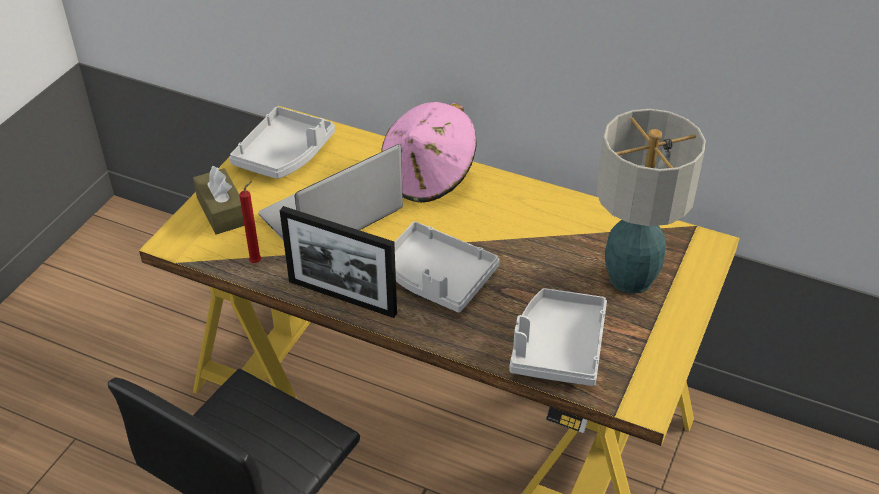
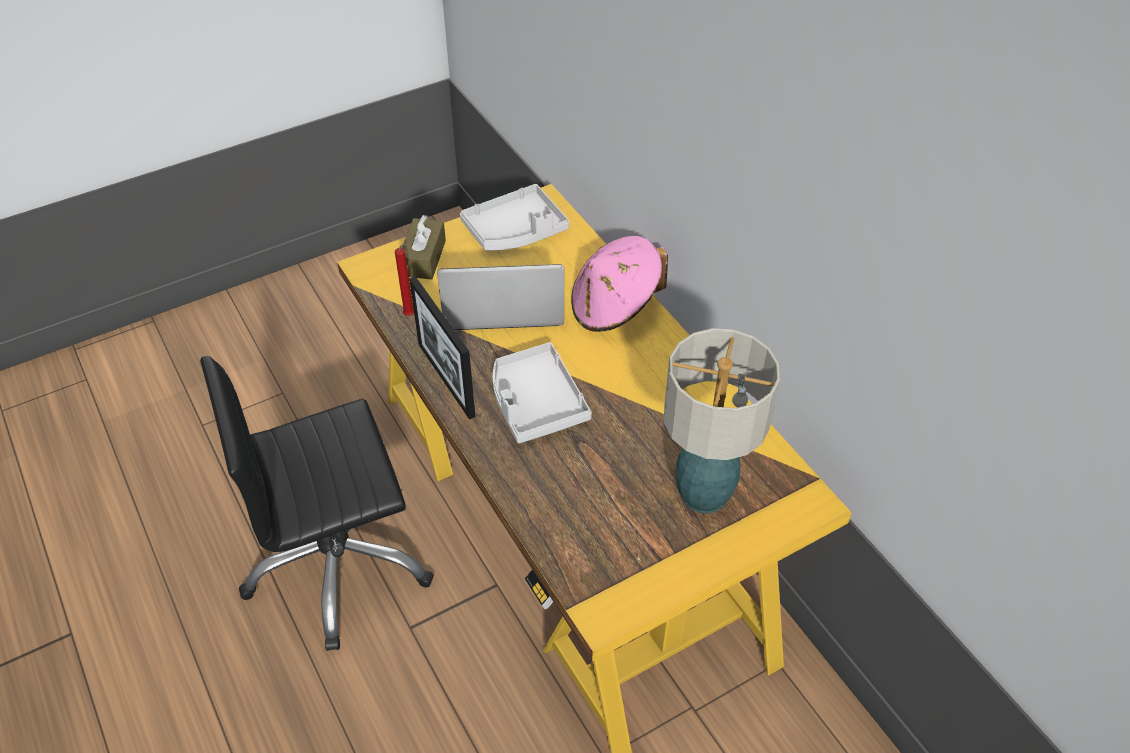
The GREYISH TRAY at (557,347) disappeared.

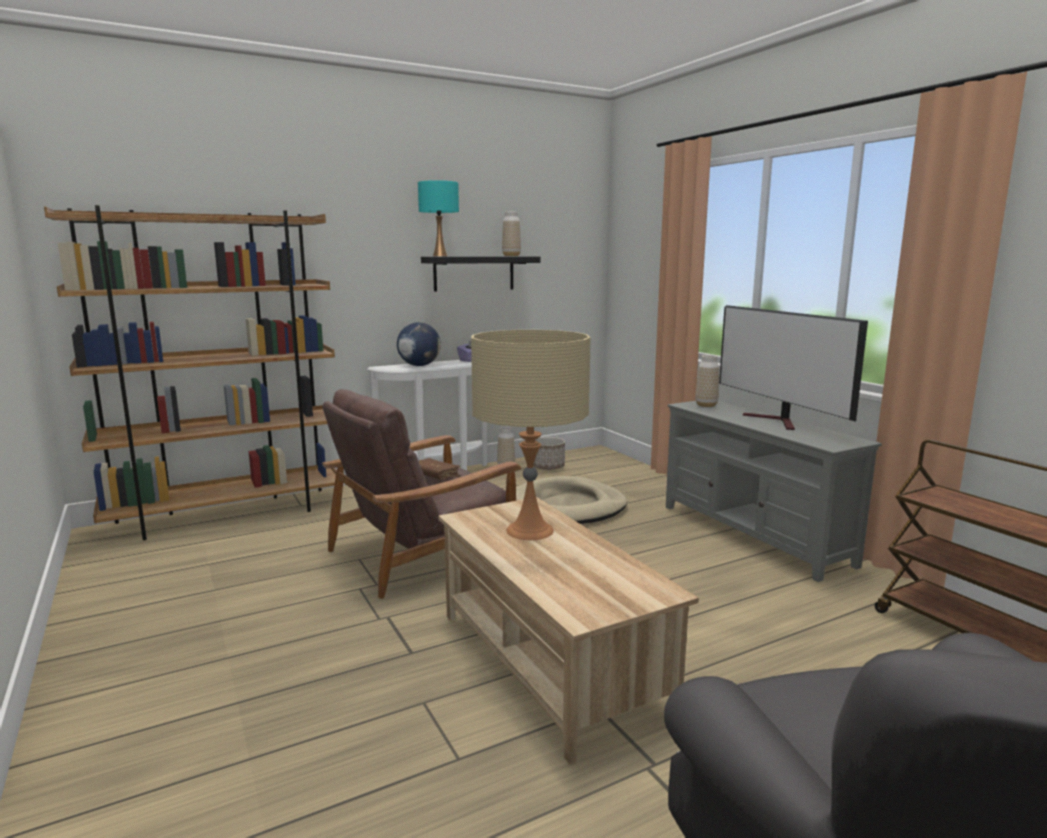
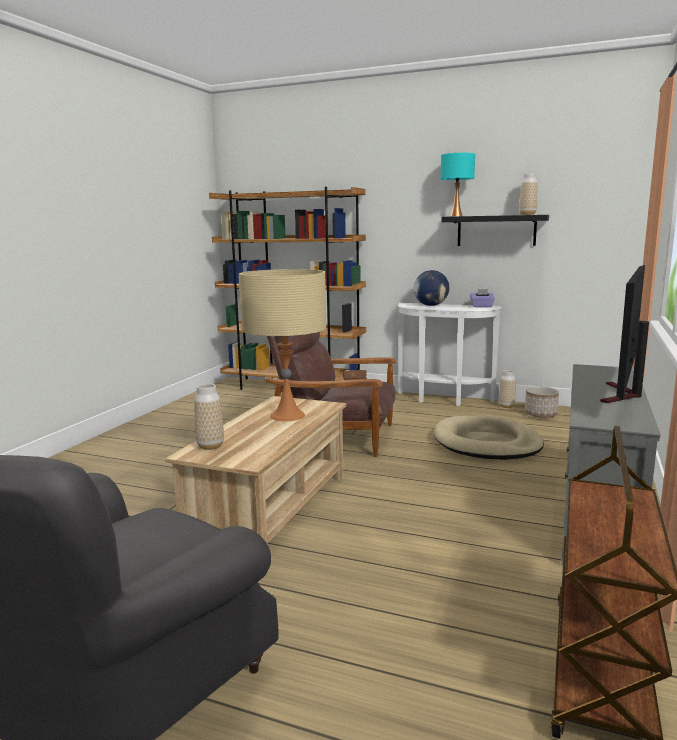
The DECORATIVE VASE moved from (706,405) to (210,446).

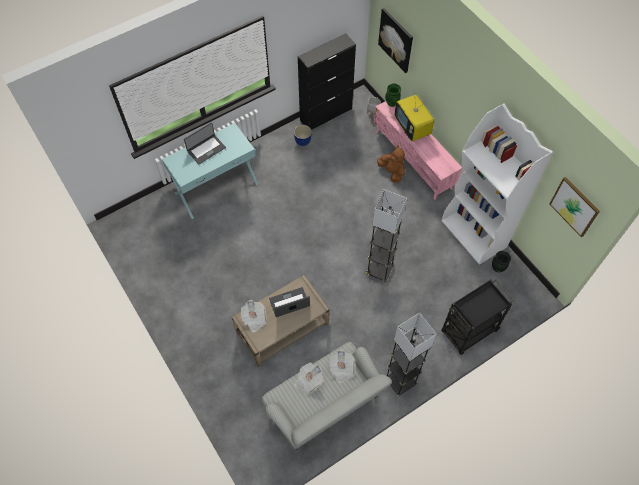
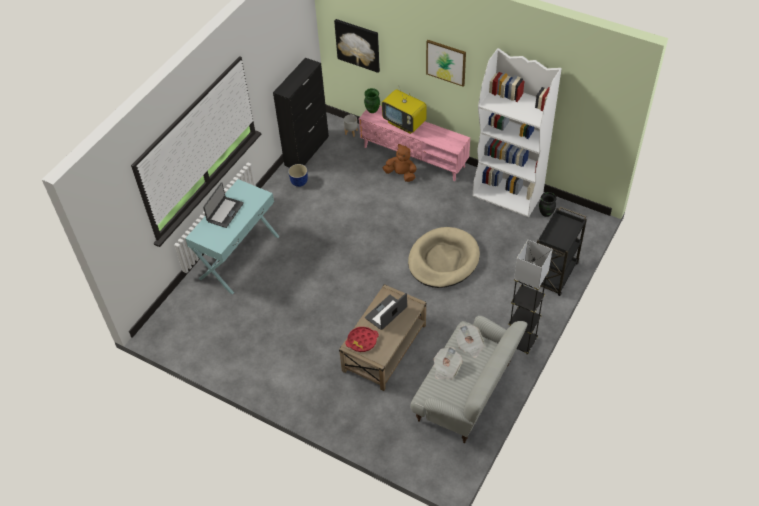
The WALL PICTURE moved from (574,206) to (446,62).
The NEWSPAPER at (254,319) was replaced by the REDDISH TRAY at (362,341).
The GREYISH STANDING LAMP at (379,270) was replaced by the BEIGE PET BED at (443,260).

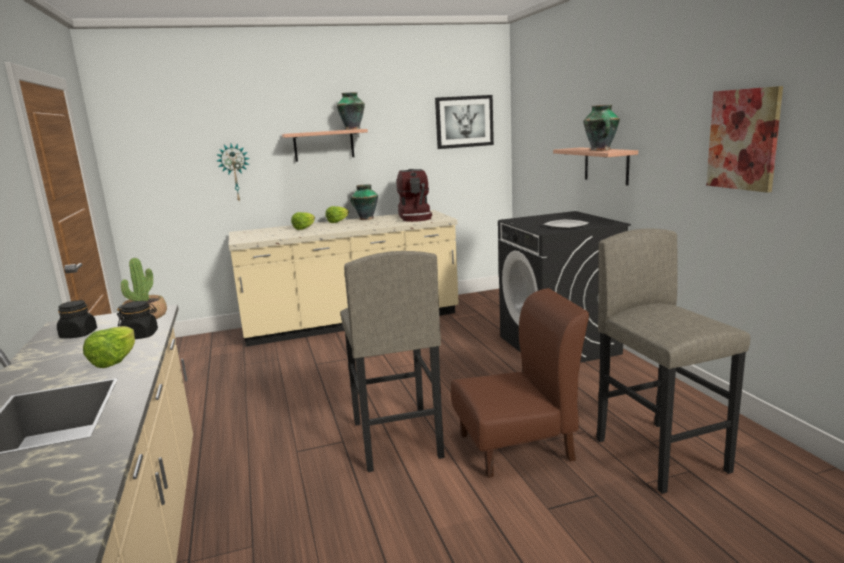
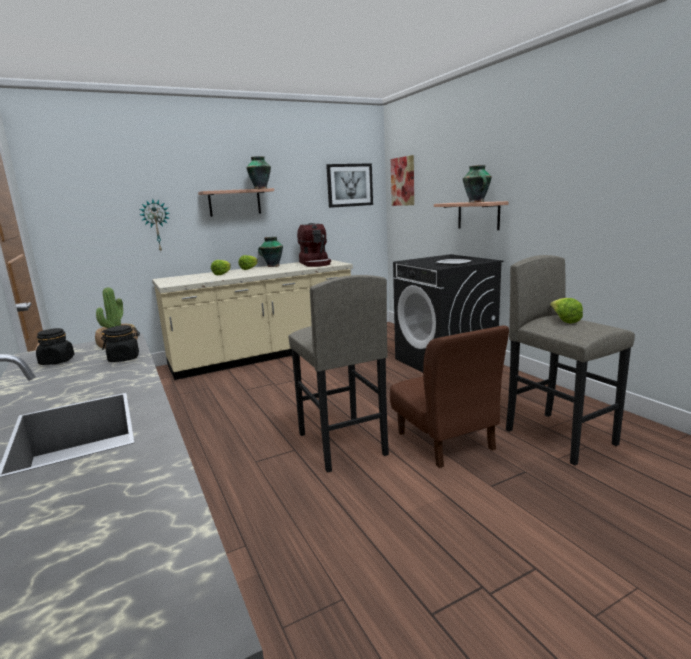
The LETTUCE HEAD moved from (115,360) to (564,320).
The WALL PICTURE moved from (743,139) to (403,181).
The BROWNISH UPRIGHT CHAIR at (516,447) turned 90 degrees clockwise.

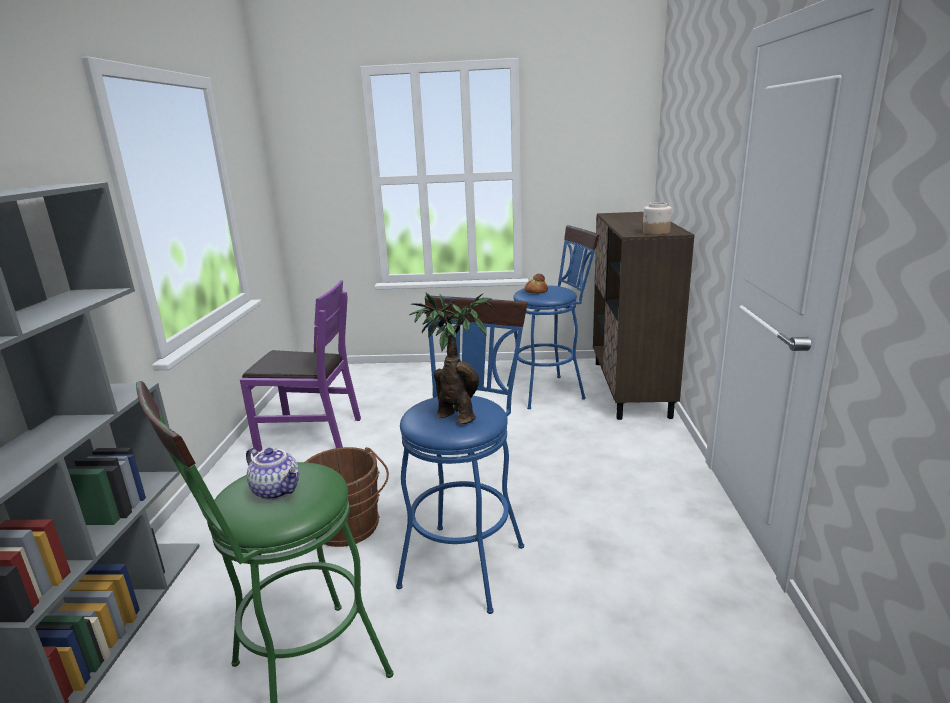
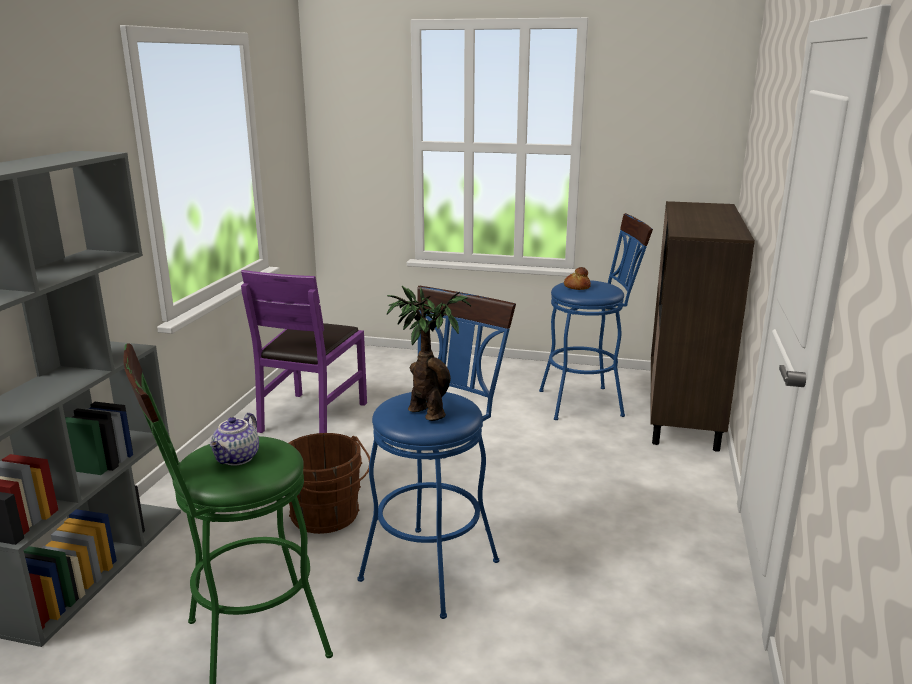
The PRESERVE JAR at (656,232) disappeared.
The PURPLE UPRIGHT CHAIR at (310,433) turned 90 degrees clockwise.
The TEAPOT at (277,490) turned 60 degrees clockwise.

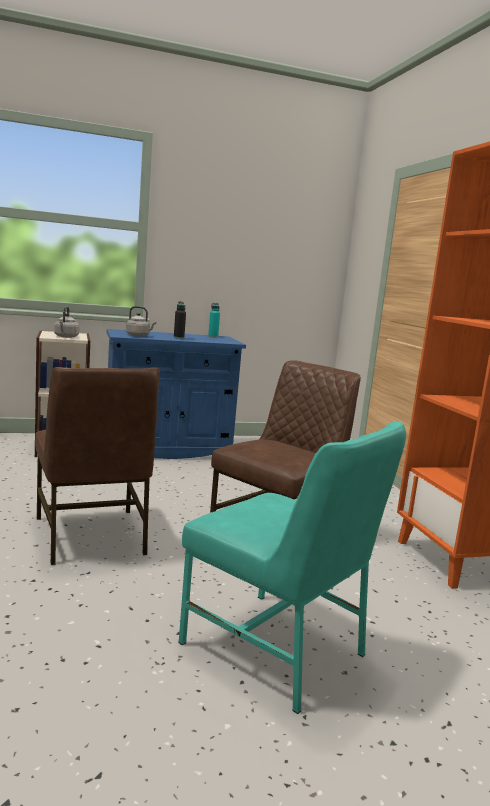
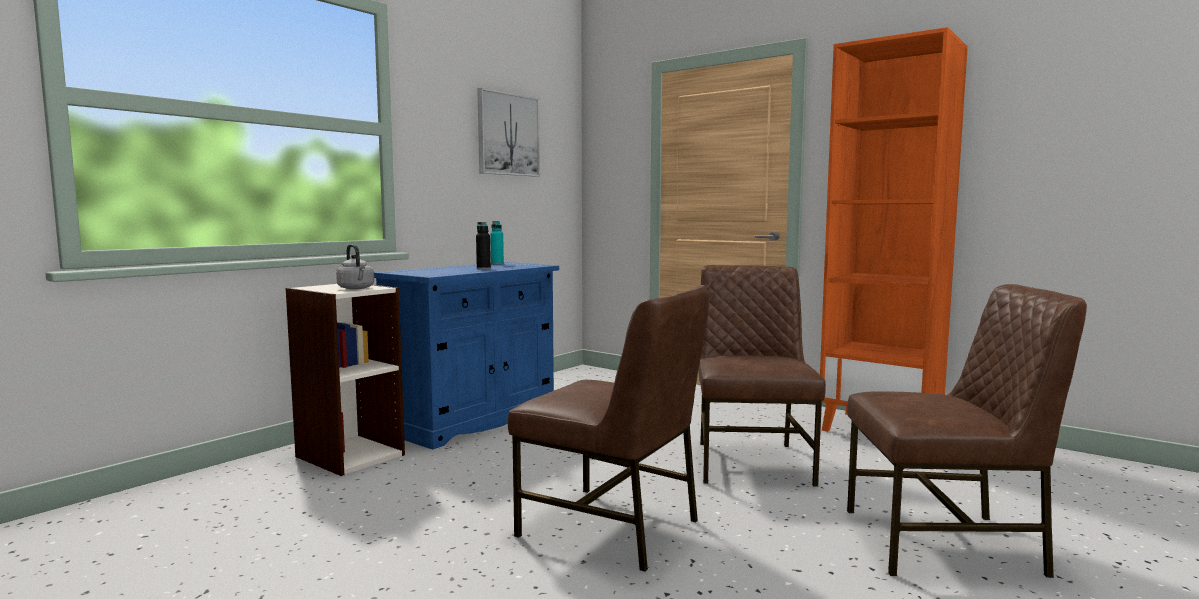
The GREYISH WATER KETTLE at (139,336) disappeared.
The WALL PICTURE at (508,134) appeared.
The TURQUOISE UPRIGHT CHAIR at (276,649) became the BROWNISH UPRIGHT CHAIR at (945,543).

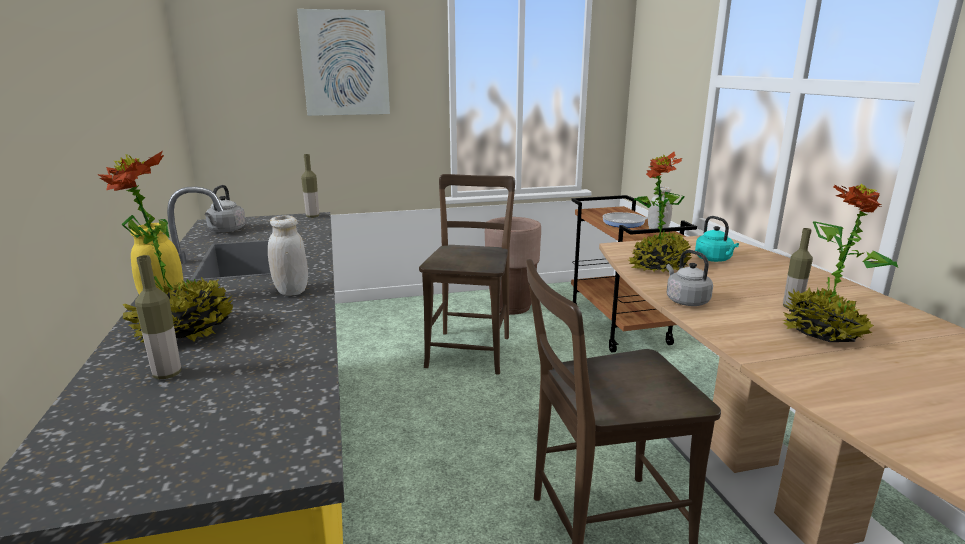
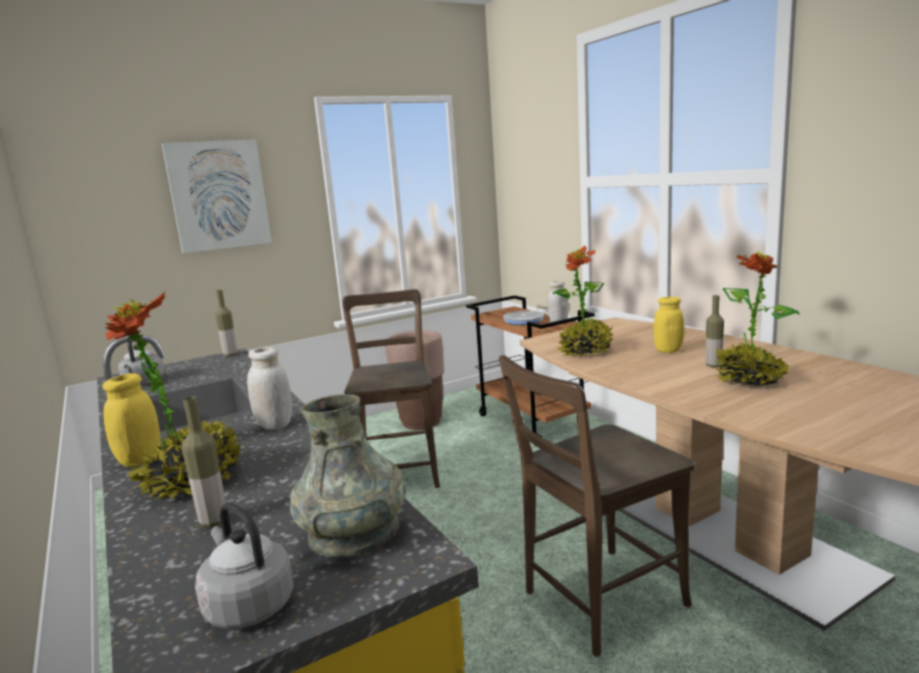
The TURQUOISE WATER KETTLE at (714,259) disappeared.
The GREYISH DECORATIVE VASE at (354,533) appeared.
The YELLOW PRESERVE JAR at (668,350) appeared.
The GREYISH WATER KETTLE moved from (685,301) to (247,605).

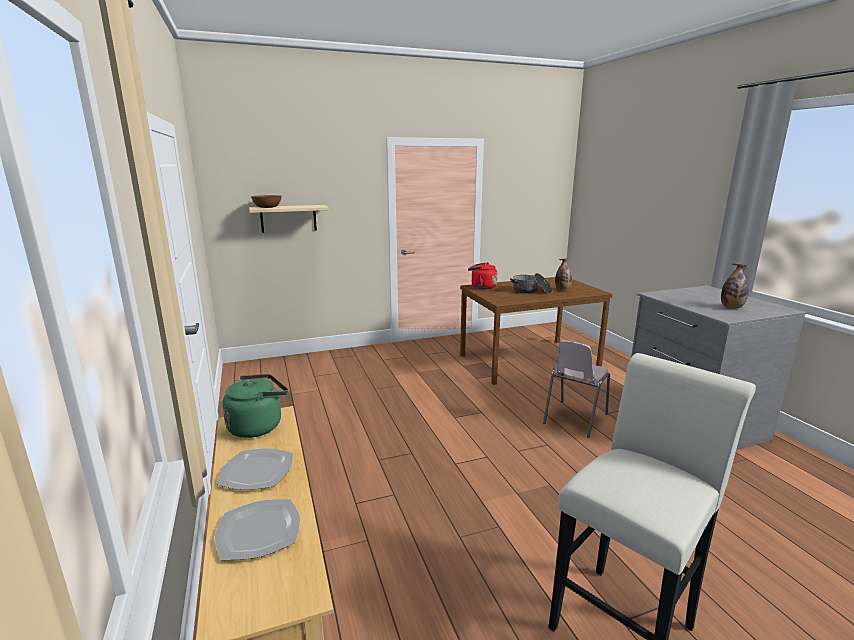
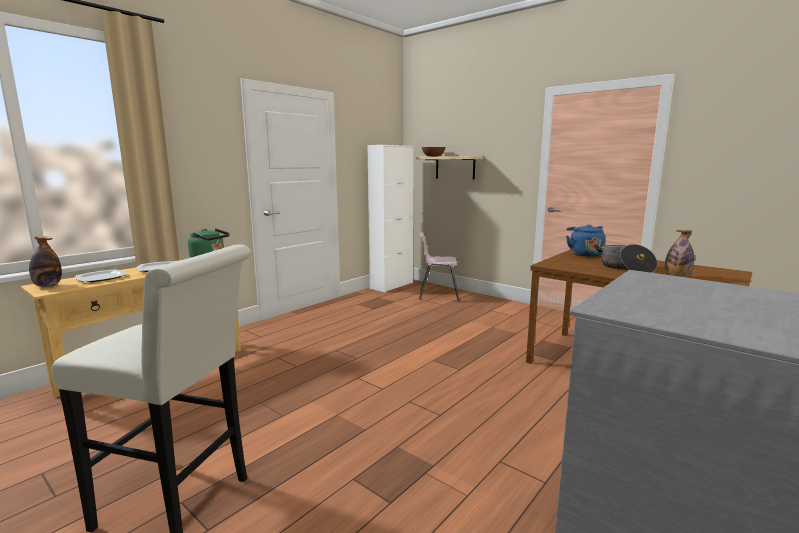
The WHITE-COLOURED STORAGE CABINET at (391,285) appeared.
The PINK UPRIGHT CHAIR moved from (574,419) to (438,295).
The BOTTLE moved from (731,307) to (48,286).
The REDDISH WATER KETTLE at (482,287) became the BLUE-COLOURED WATER KETTLE at (584,254).

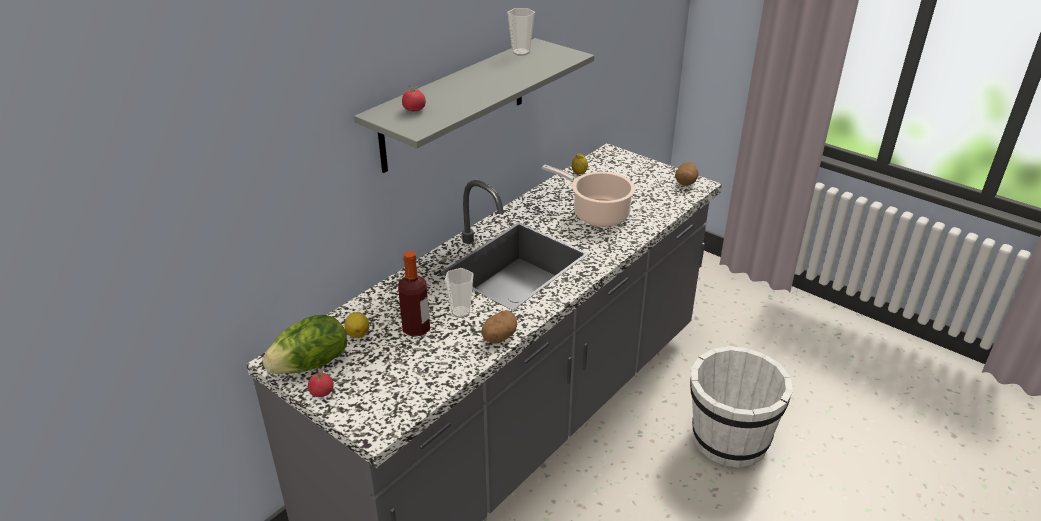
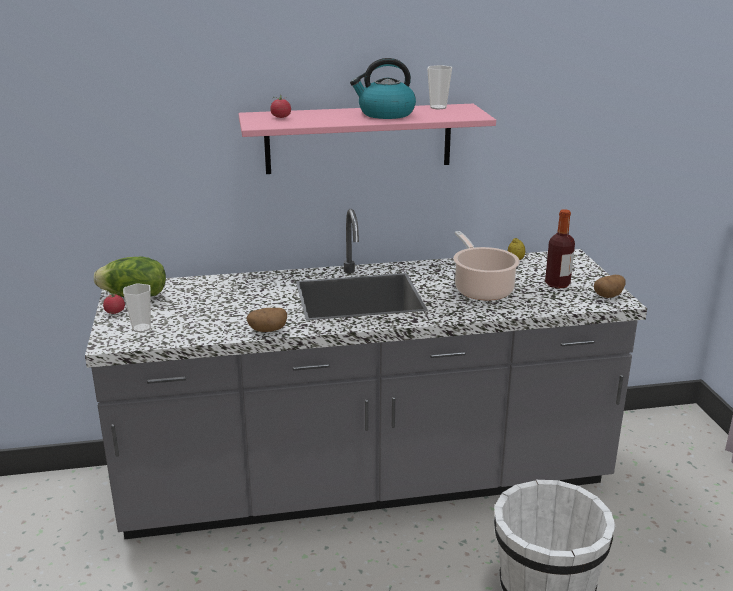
The WHOLE LEMON at (358,333) disappeared.
The WATER KETTLE at (385,114) appeared.
The BOTTLE moved from (416,329) to (557,284).
The SMALL CUP moved from (461,312) to (141,328).
The GREYISH SHELF at (454,104) became the PINK SHELF at (358,138).

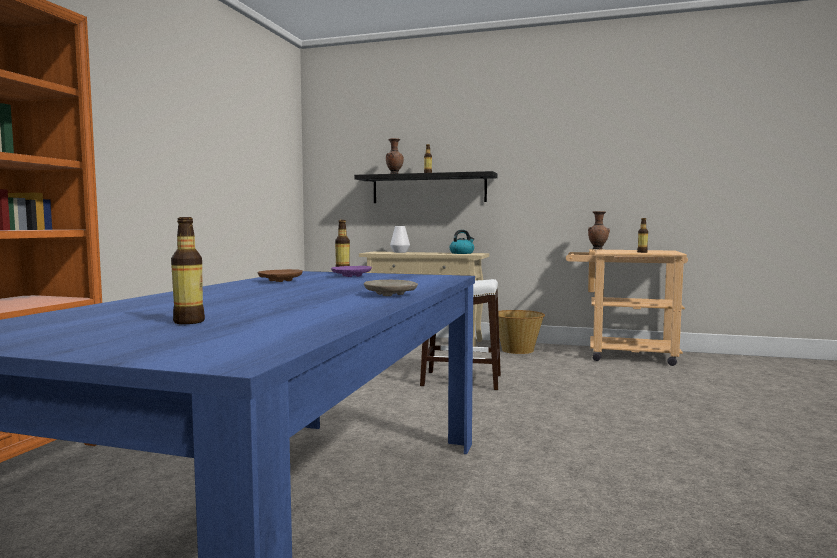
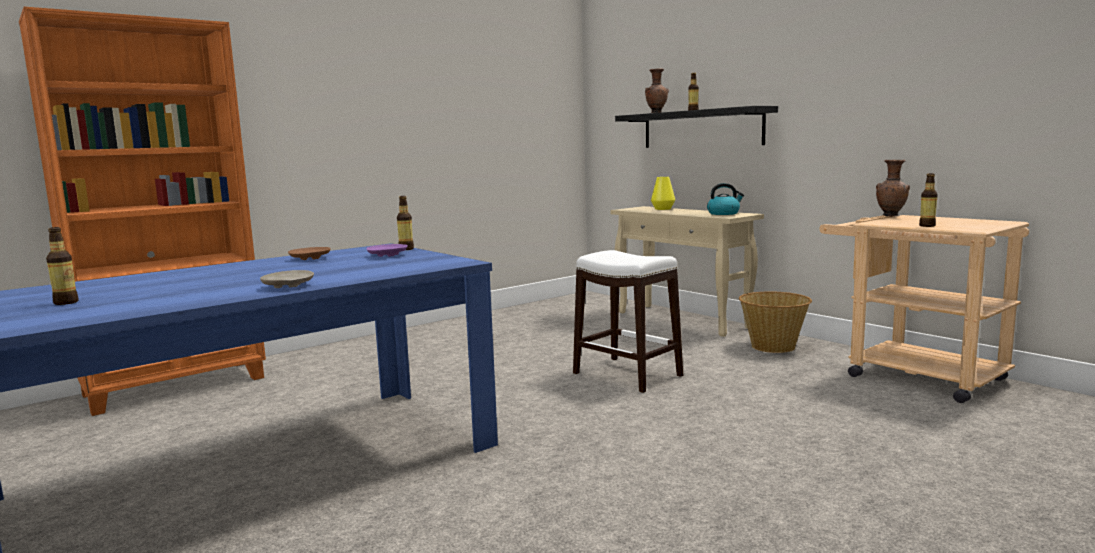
The WHITE-COLOURED DECORATIVE VASE at (400,252) became the YELLOW DECORATIVE VASE at (663,209).

